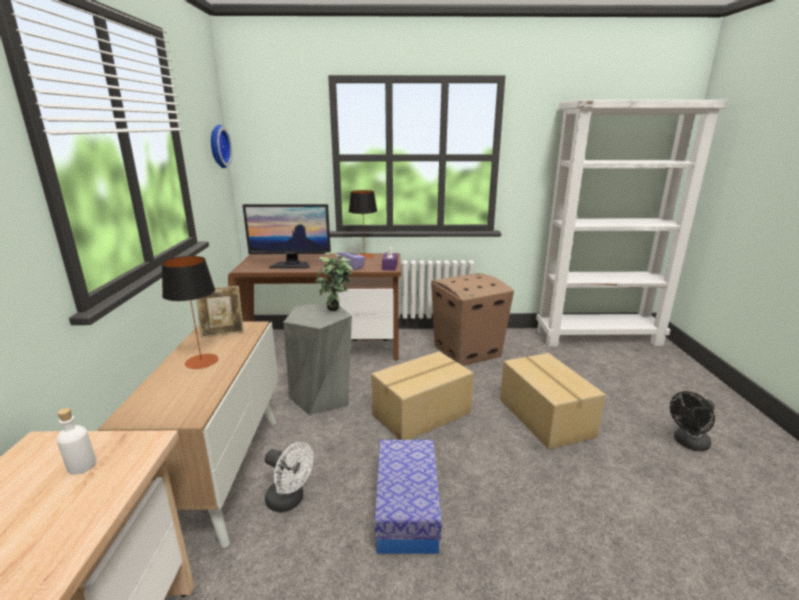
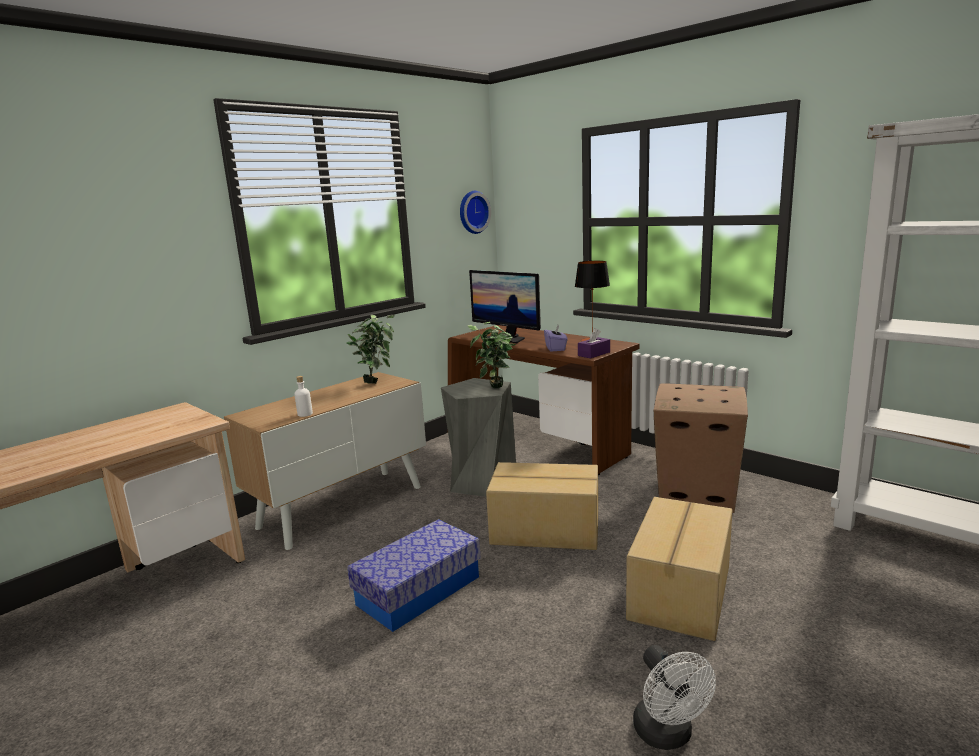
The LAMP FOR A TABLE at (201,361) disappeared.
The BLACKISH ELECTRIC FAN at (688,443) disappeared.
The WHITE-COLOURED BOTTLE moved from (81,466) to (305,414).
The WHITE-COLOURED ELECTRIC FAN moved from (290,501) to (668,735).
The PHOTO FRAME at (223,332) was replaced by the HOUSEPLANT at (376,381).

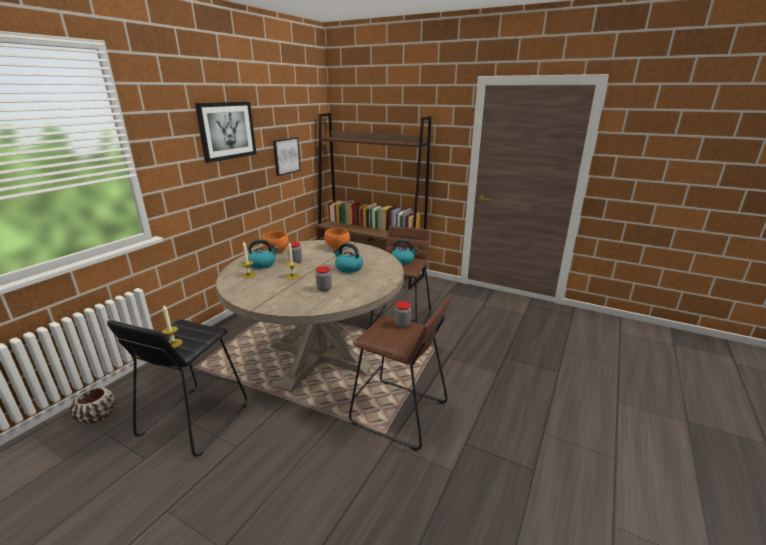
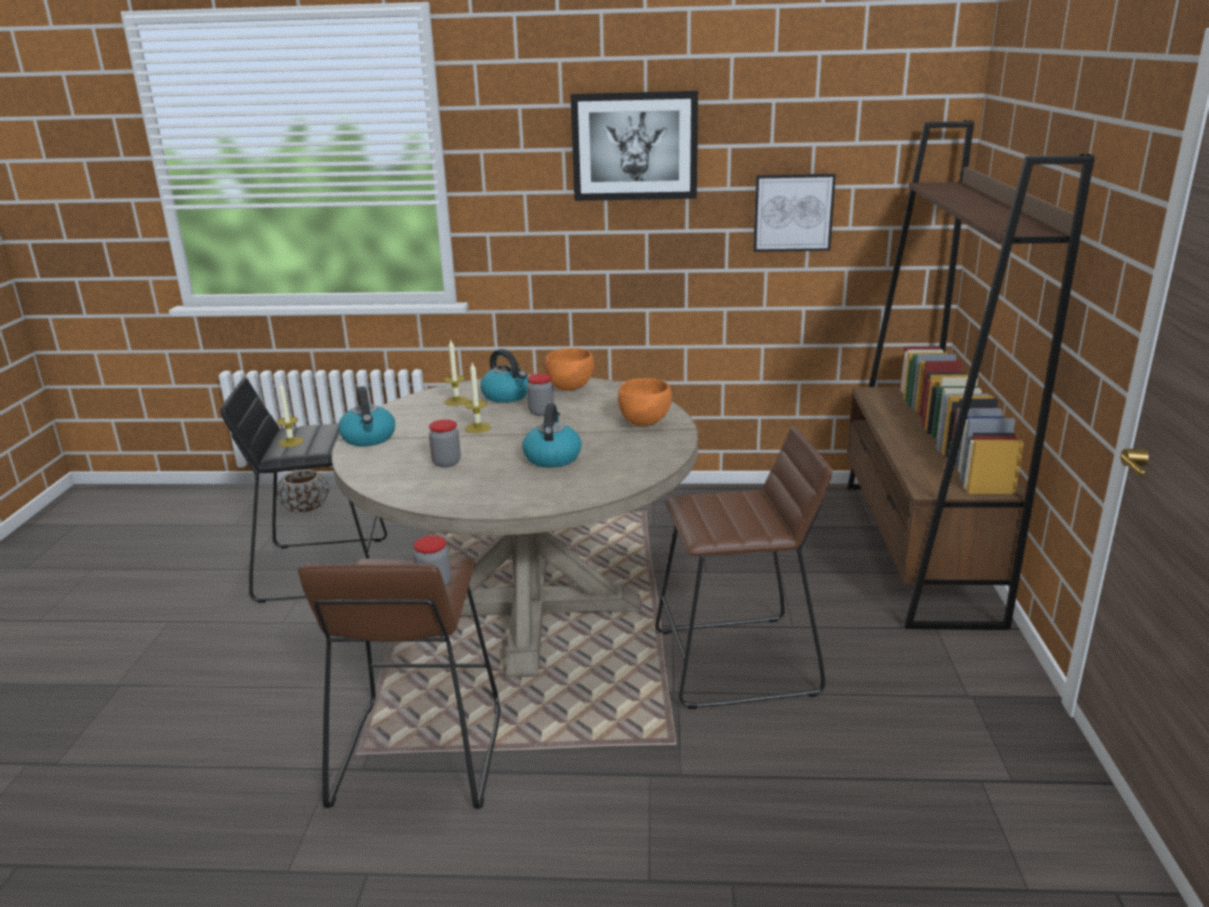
The WATER KETTLE moved from (403,261) to (369,438).

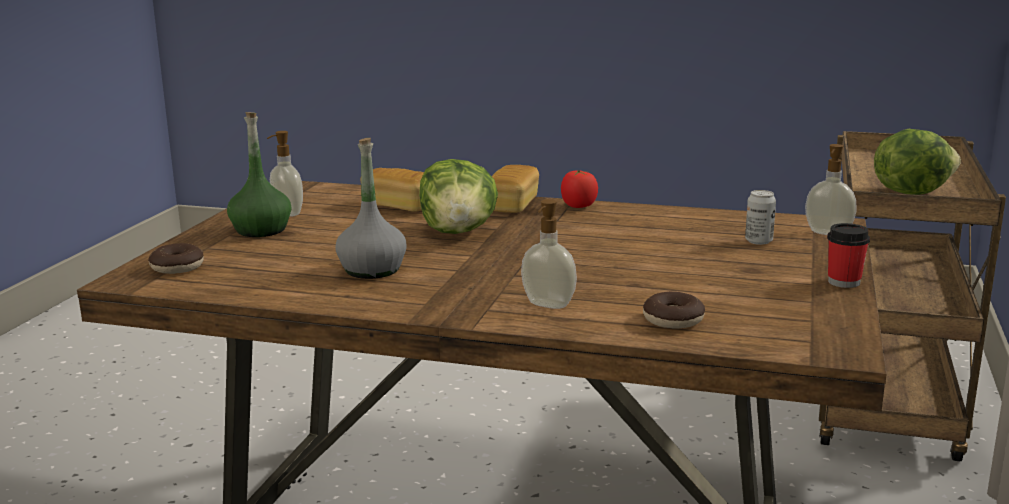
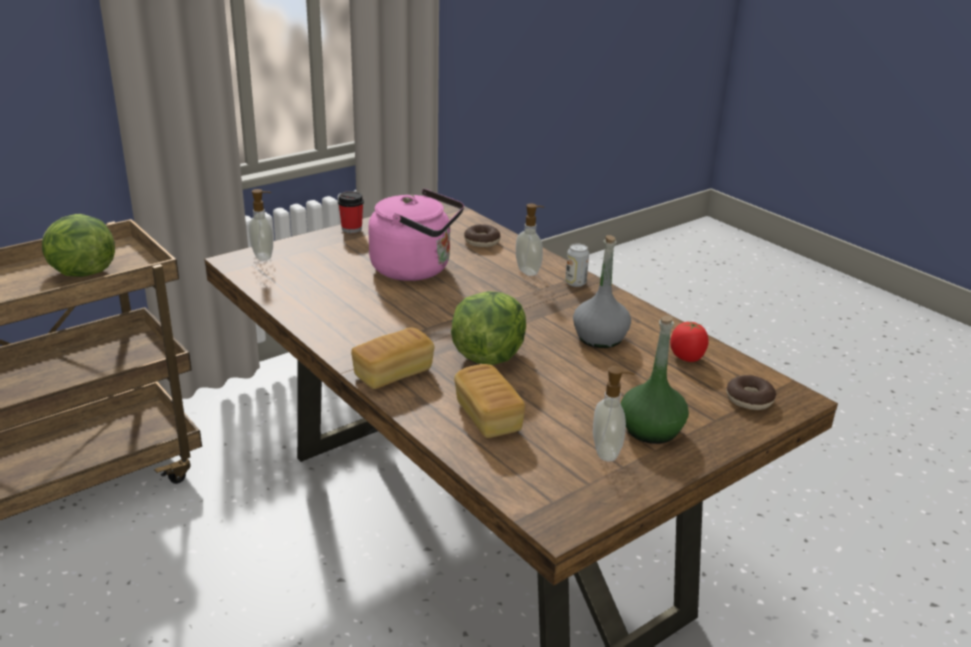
The PINK WATER KETTLE at (416,269) appeared.
The TOMATO moved from (578,206) to (687,357).
The SEALED CAN moved from (758,241) to (575,283).

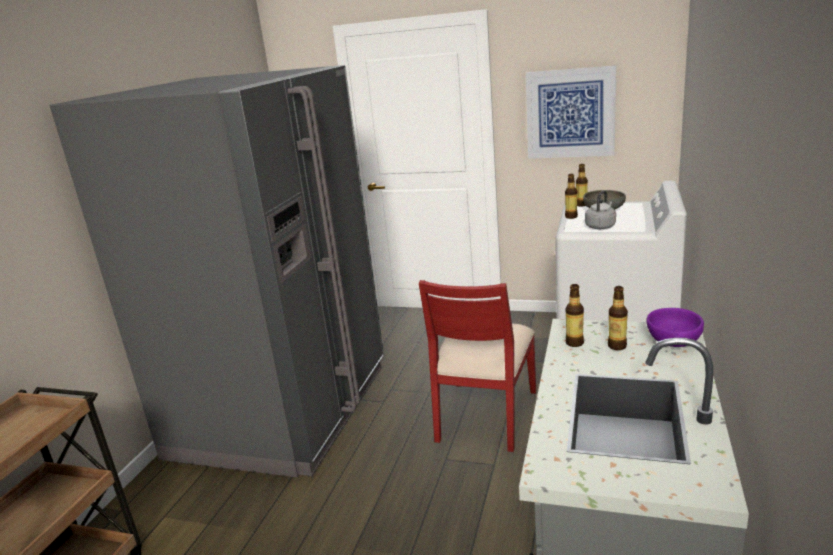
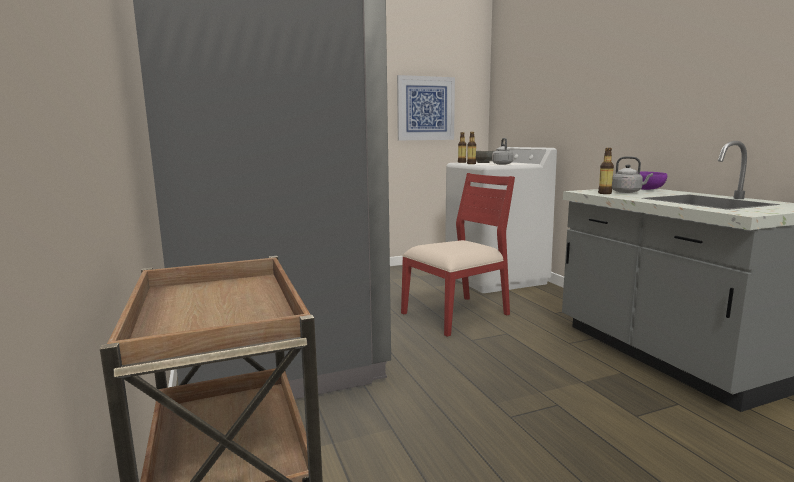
The BOTTLE at (617,346) was replaced by the GREYISH WATER KETTLE at (627,192).
The REDDISH UPRIGHT CHAIR at (484,415) turned 105 degrees counterclockwise.

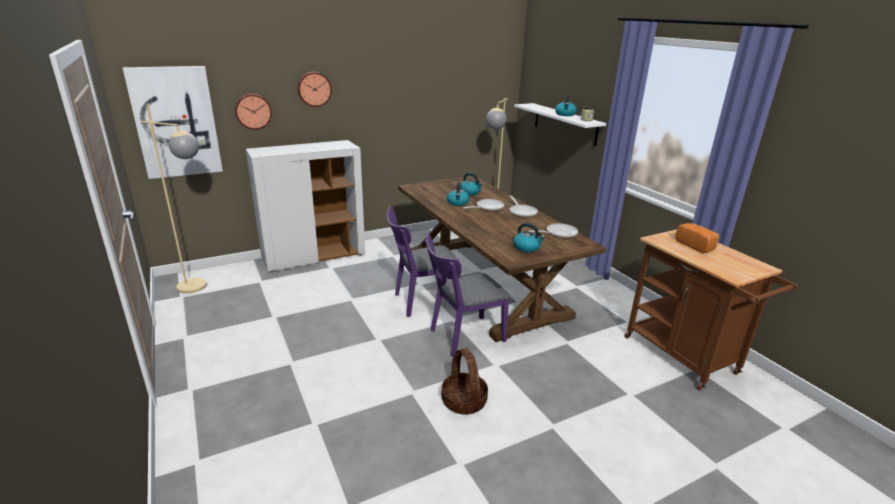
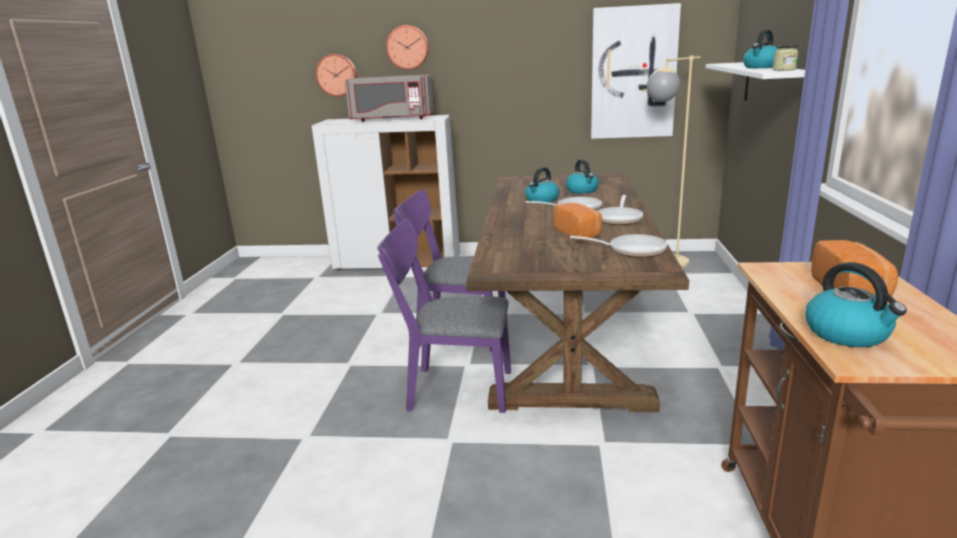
The BEIGE STANDING LAMP at (200,288) disappeared.
The STORAGE BASKET at (463,401) disappeared.
The GREYISH KITCHEN MICROWAVE at (391,119) appeared.
The BREAD at (579,233) appeared.
The WALL PICTURE moved from (176,122) to (633,73).
The WATER KETTLE moved from (527,247) to (848,334).

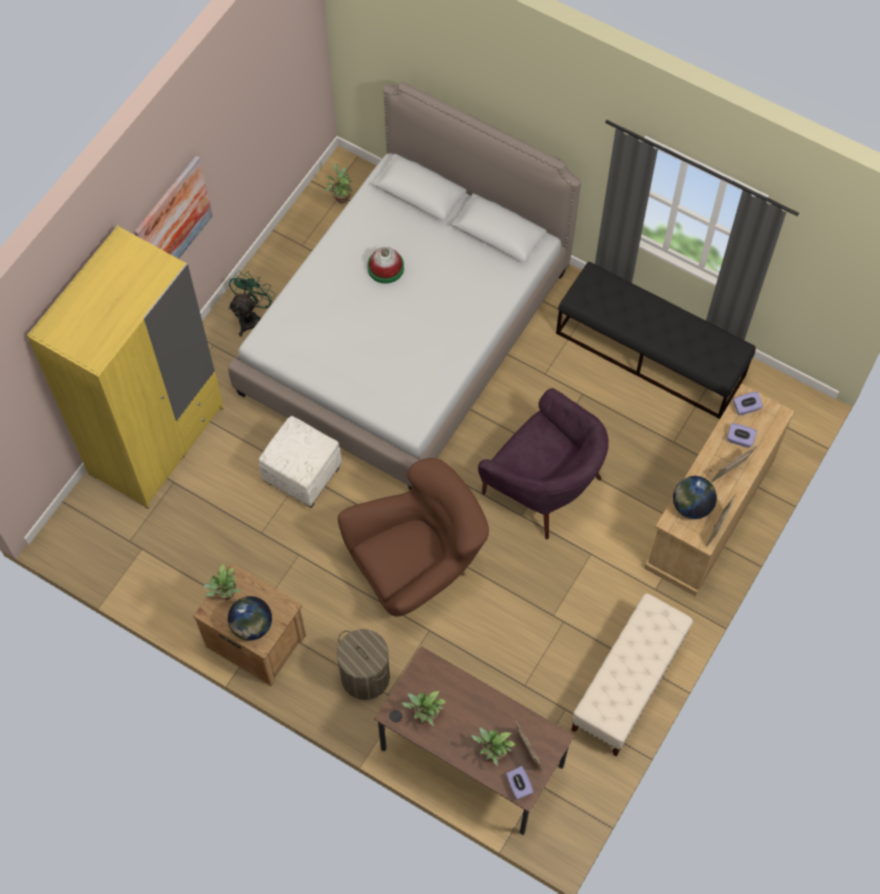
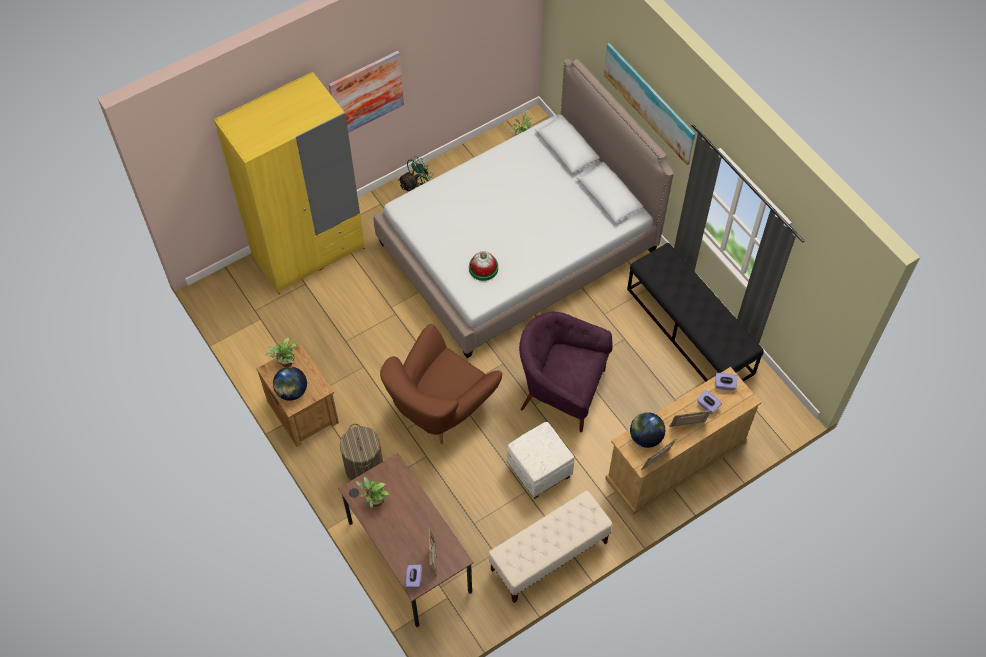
The HOUSEPLANT at (492,752) disappeared.
The WALL PICTURE at (650,102) appeared.
The WHITE-COLOURED OTTOMAN moved from (303,475) to (540,471).
The CLOTHING HAT moved from (385,267) to (483,268).
The BROWNISH LOUNGE CHAIR at (417,567) turned 135 degrees clockwise.
The PURPLE LOUNGE CHAIR at (543,485) turned 135 degrees clockwise.

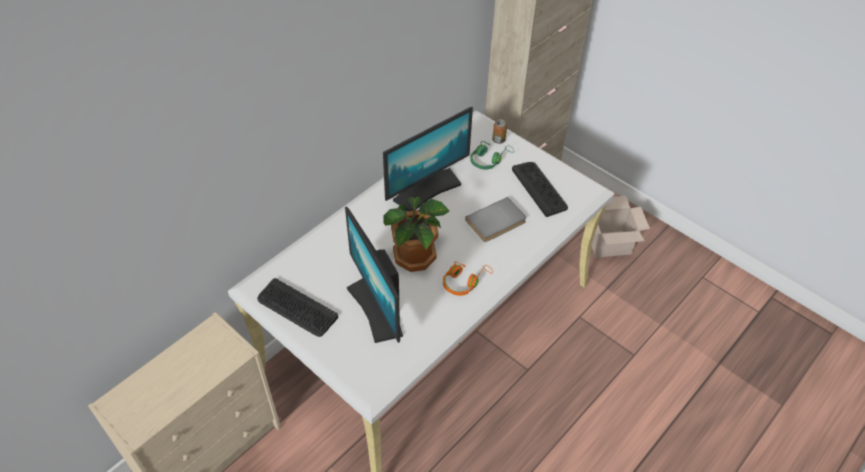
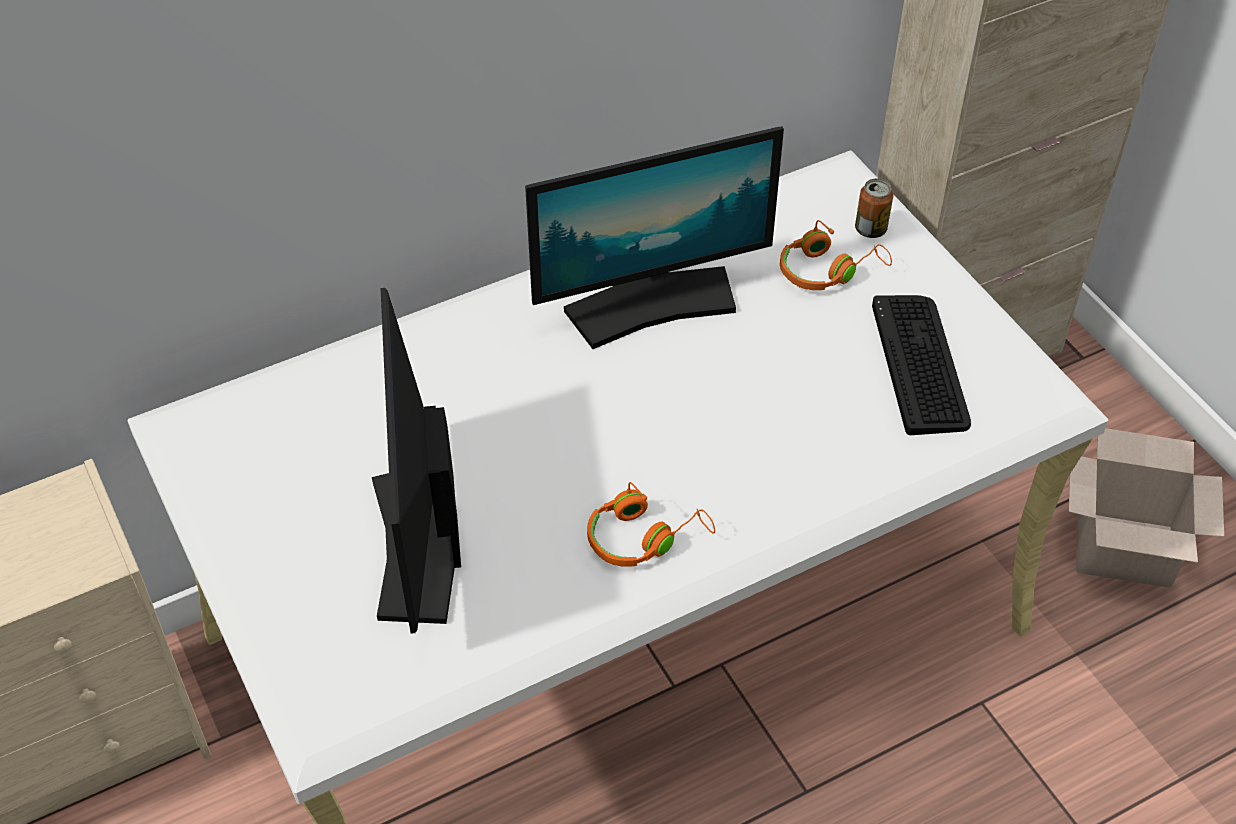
The COMPUTER KEYBOARD at (297,308) disappeared.
The HOUSEPLANT at (416,257) disappeared.
The GREYISH BOUND BOOK at (497,222) disappeared.
The GREENISH PAIR OF HEADPHONES at (489,160) became the ORANGE-COLOURED PAIR OF HEADPHONES at (828,270).

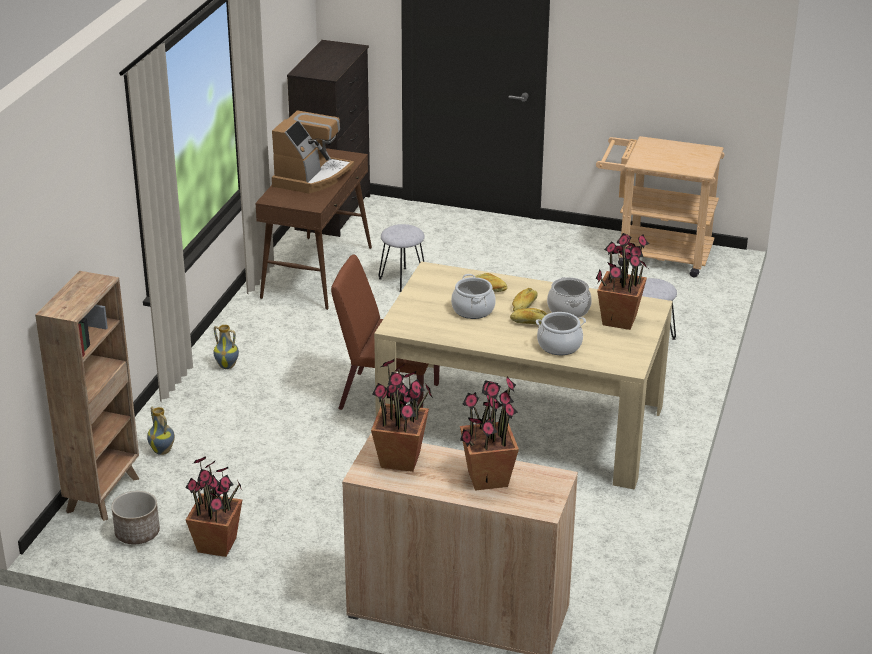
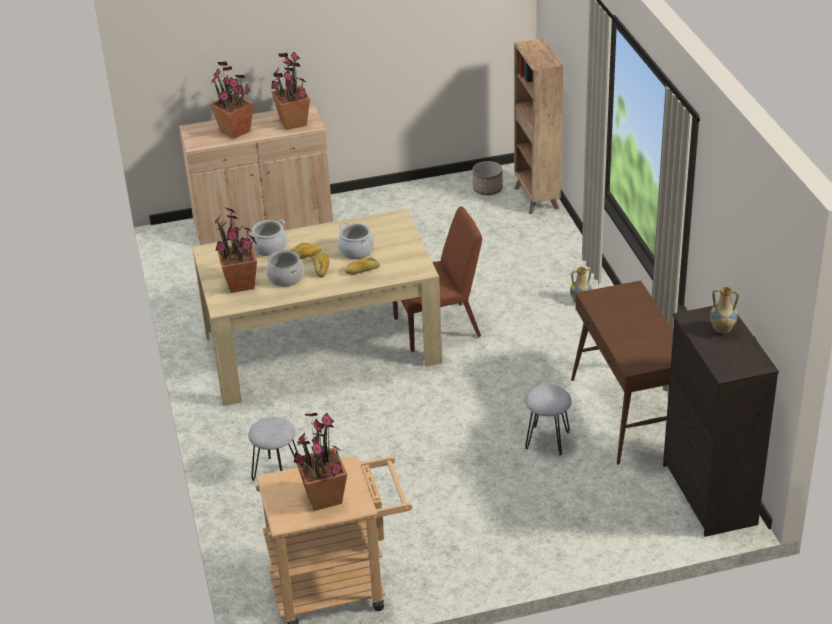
The COFFEE MAKER at (311,177) disappeared.
The DECORATIVE VASE moved from (163,451) to (721,330).
The HOUSEPLANT moved from (217,545) to (323,498).

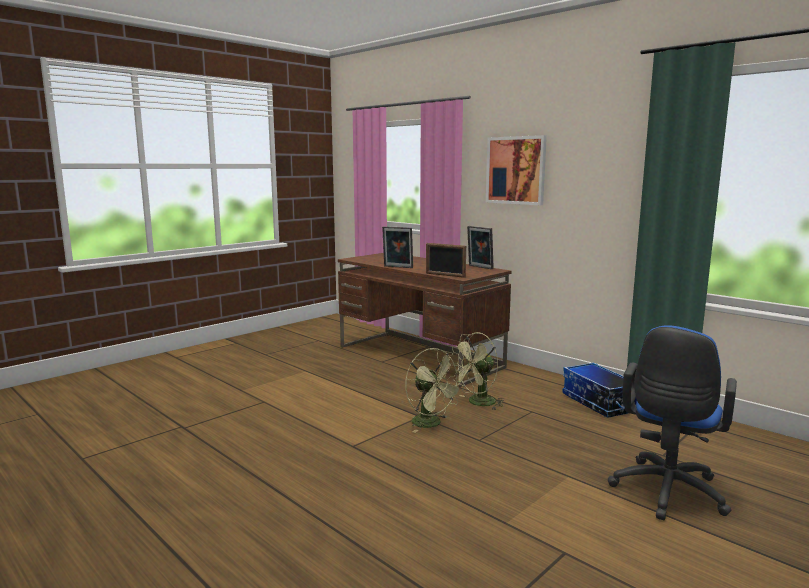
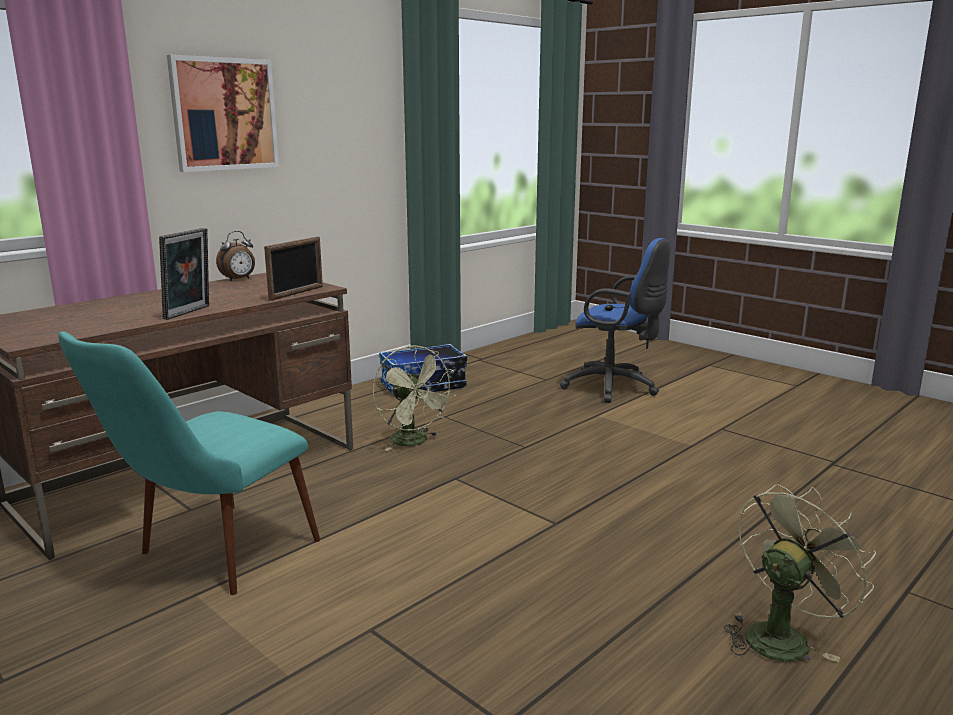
The TURQUOISE UPRIGHT CHAIR at (208,560) appeared.
The GREENISH ELECTRIC FAN moved from (431,424) to (782,635).
The PHOTO FRAME at (479,267) was replaced by the BEDSIDE CLOCK at (239,279).

